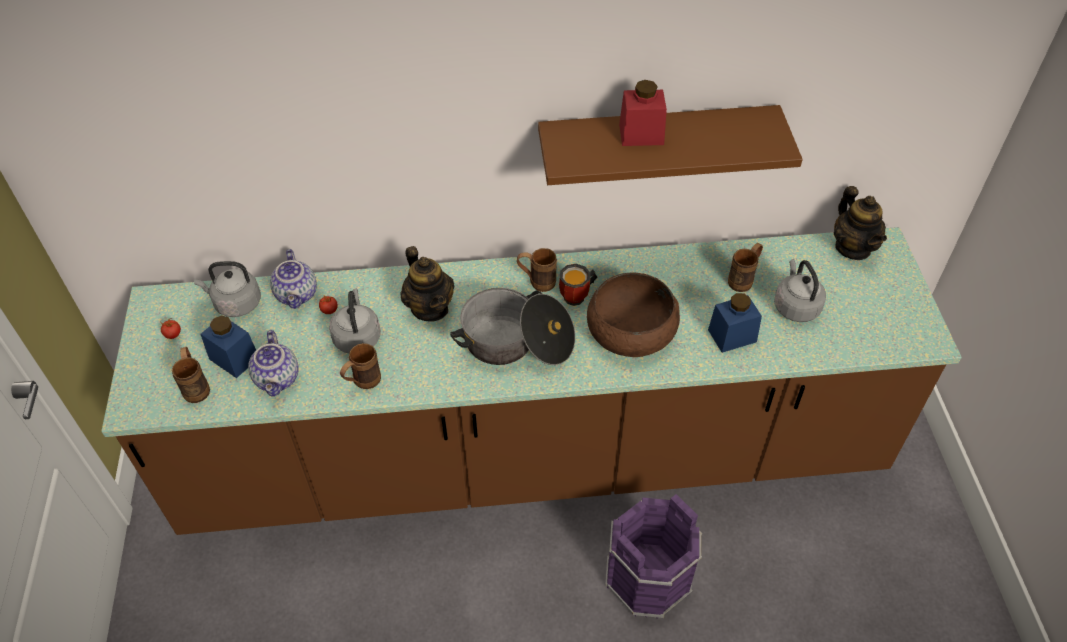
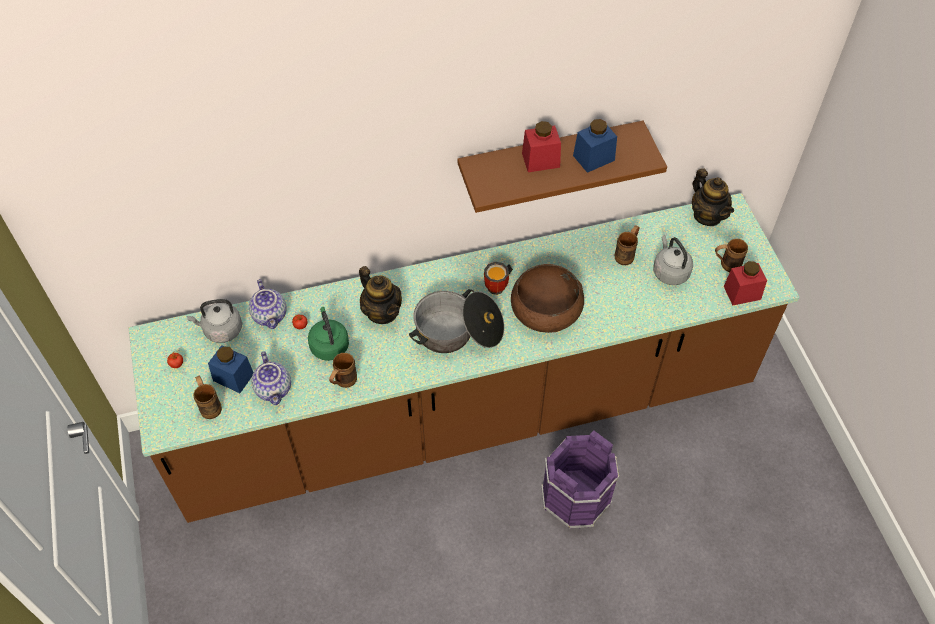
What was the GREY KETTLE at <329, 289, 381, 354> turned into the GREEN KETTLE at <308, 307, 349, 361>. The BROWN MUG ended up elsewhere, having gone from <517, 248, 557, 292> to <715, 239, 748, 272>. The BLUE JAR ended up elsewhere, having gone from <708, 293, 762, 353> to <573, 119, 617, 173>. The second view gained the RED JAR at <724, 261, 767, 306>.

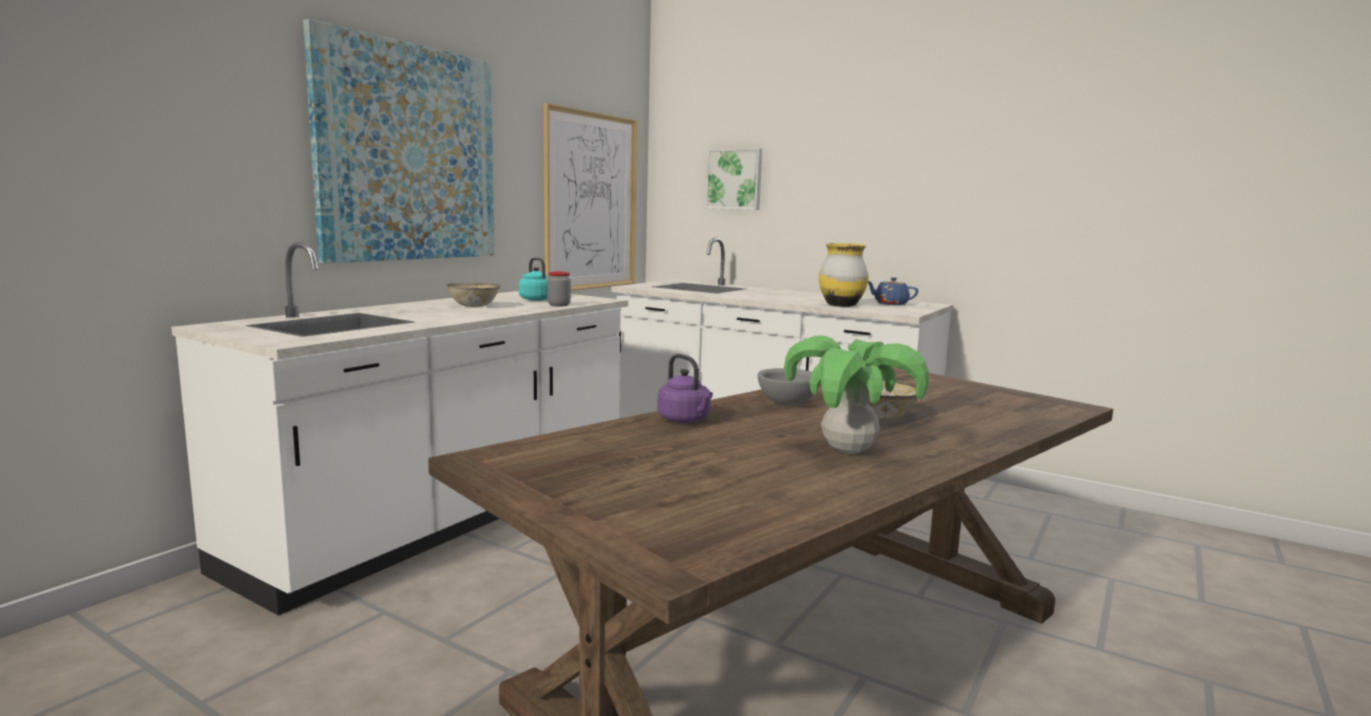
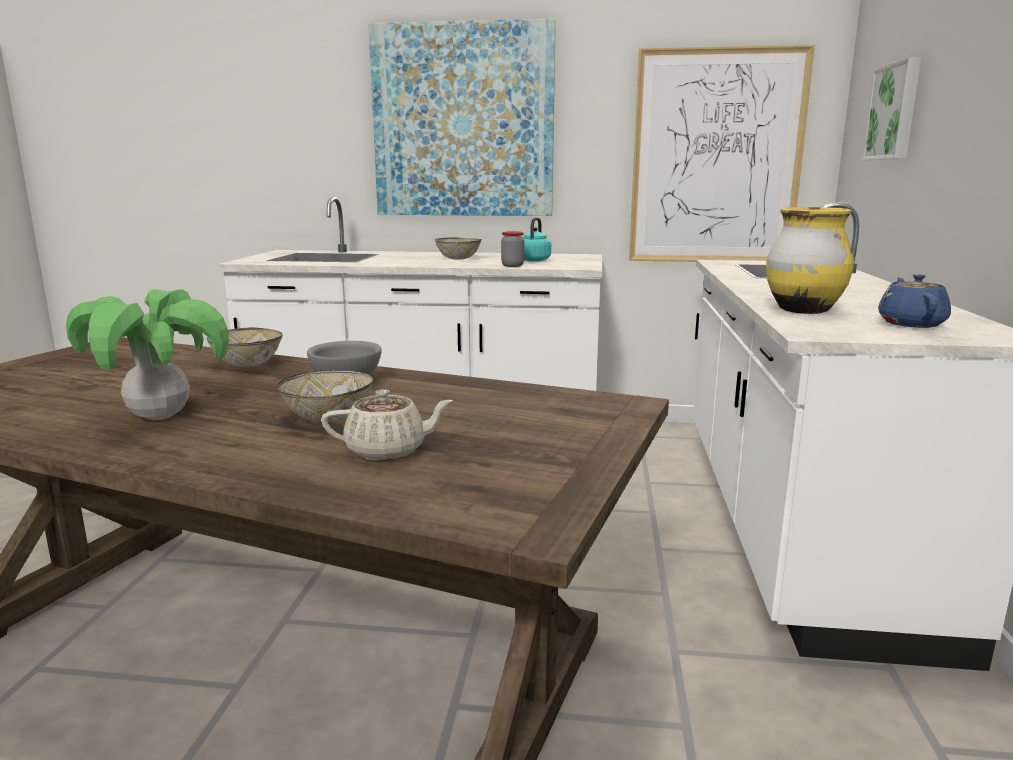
Where the PURPLE KETTLE stood at <657, 354, 713, 423>, the BOWL came to stand at <206, 328, 283, 366>. The second view gained the BEIGE TEAPOT at <321, 389, 453, 461>.

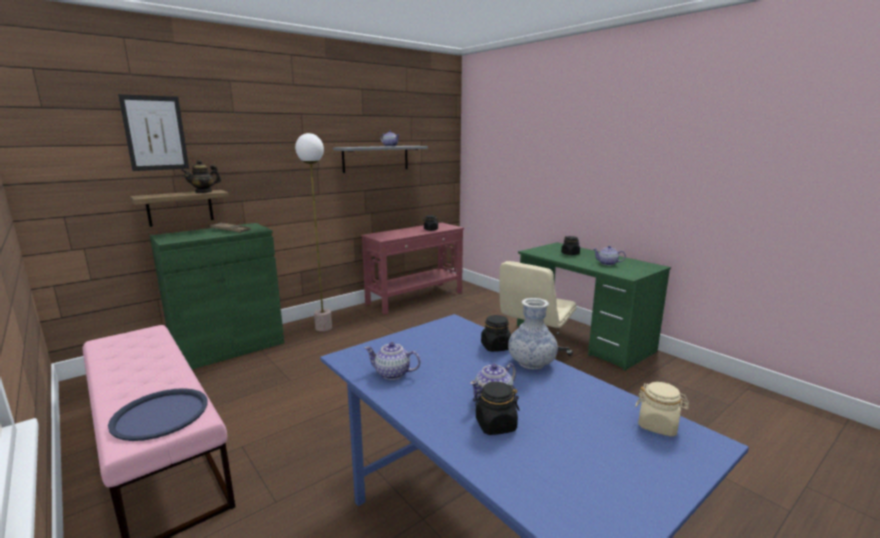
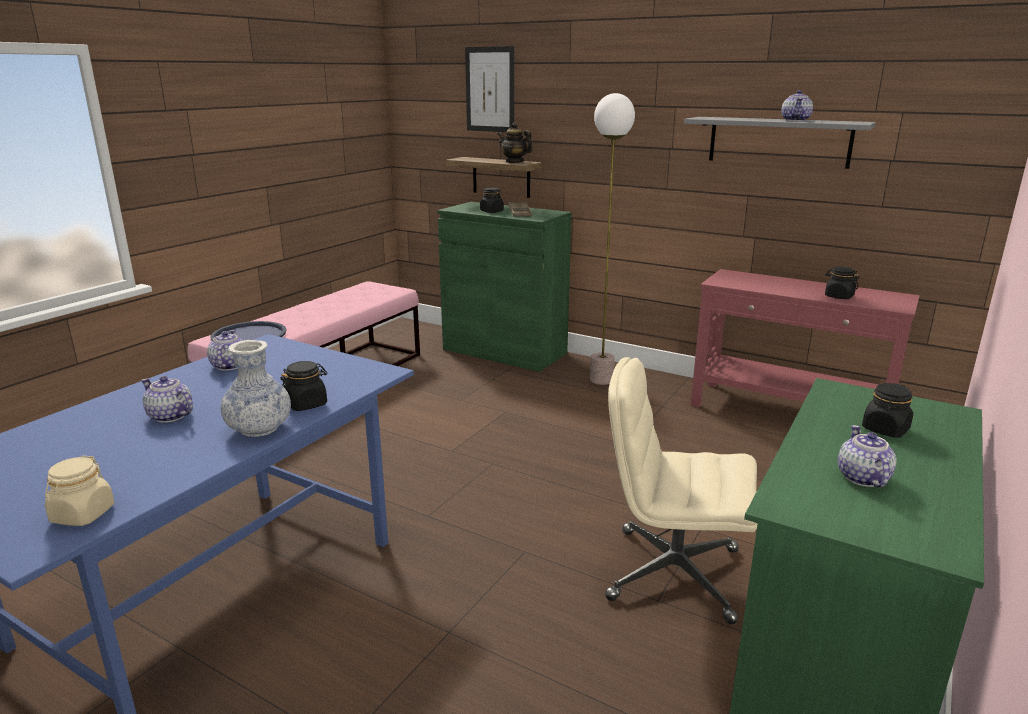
The BLACK JAR ended up elsewhere, having gone from <473, 382, 519, 435> to <480, 188, 504, 213>.

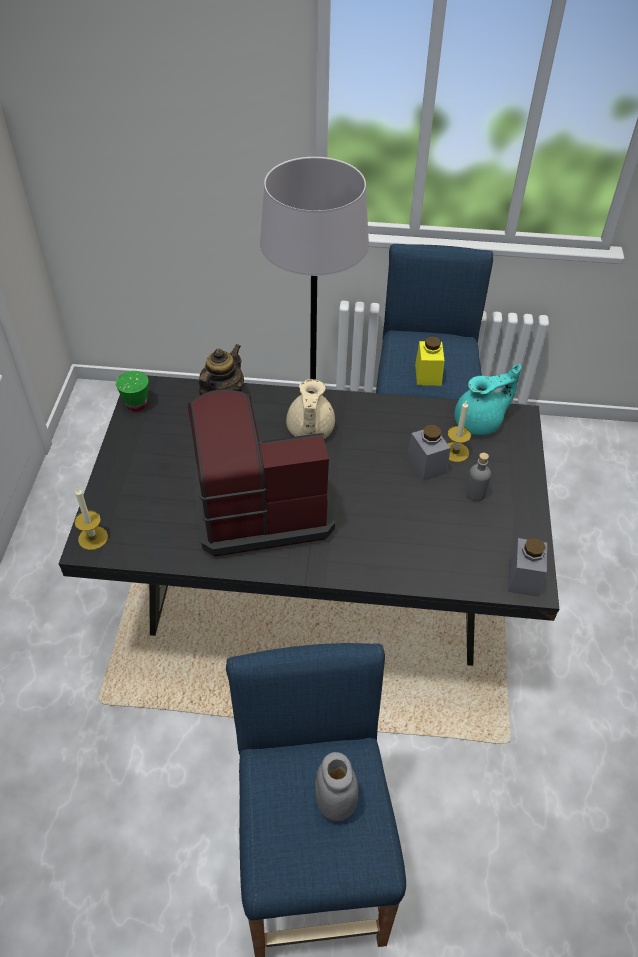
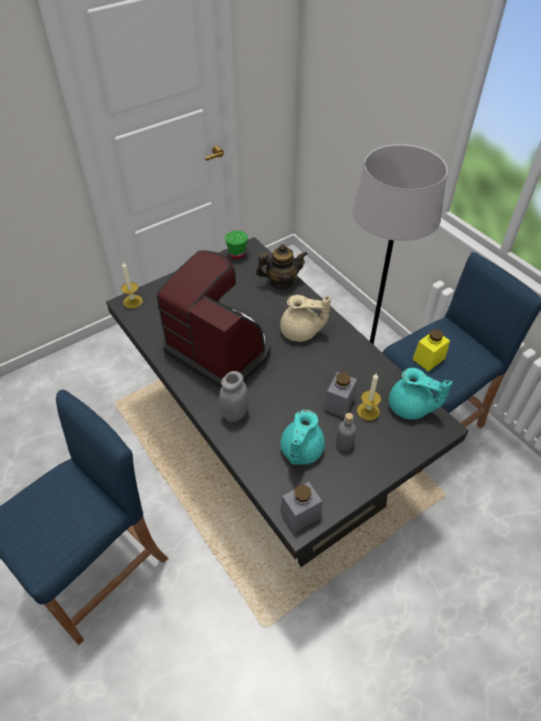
The BEIGE TEAPOT at <286, 379, 335, 439> ended up facing another way, 135 degrees counterclockwise from before. The GREY JAR ended up elsewhere, having gone from <315, 752, 358, 821> to <219, 371, 249, 423>. The second view gained the TURQUOISE TEAPOT at <280, 410, 325, 465>.

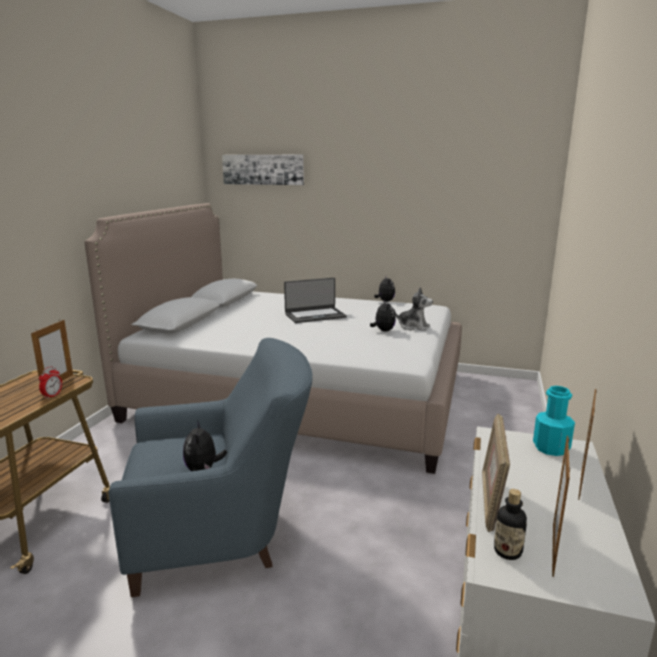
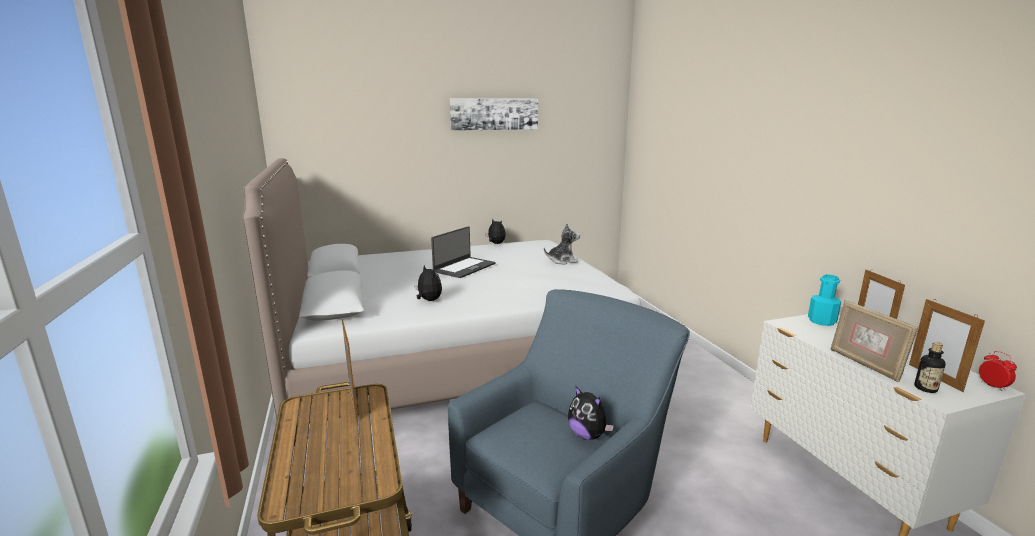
The ALARM CLOCK ended up elsewhere, having gone from <39, 366, 62, 399> to <979, 351, 1017, 391>. The PICTURE ended up elsewhere, having gone from <222, 155, 304, 185> to <450, 98, 538, 131>. The PLUSH TOY ended up elsewhere, having gone from <370, 300, 396, 331> to <415, 265, 442, 301>.

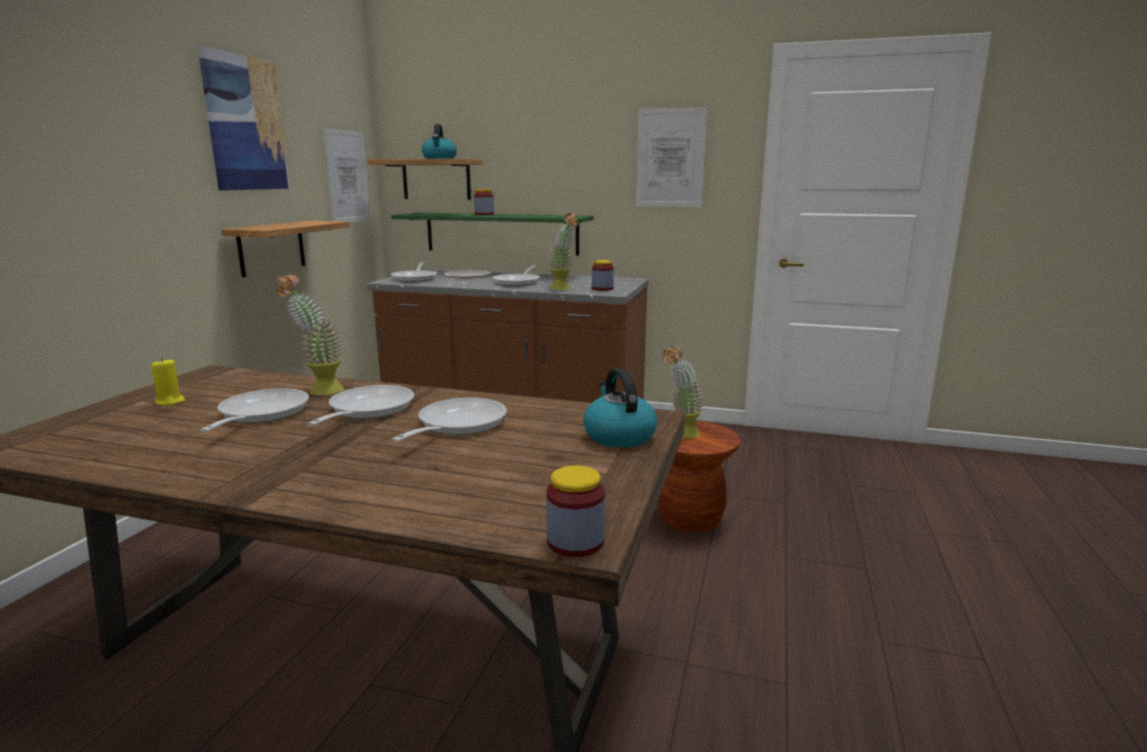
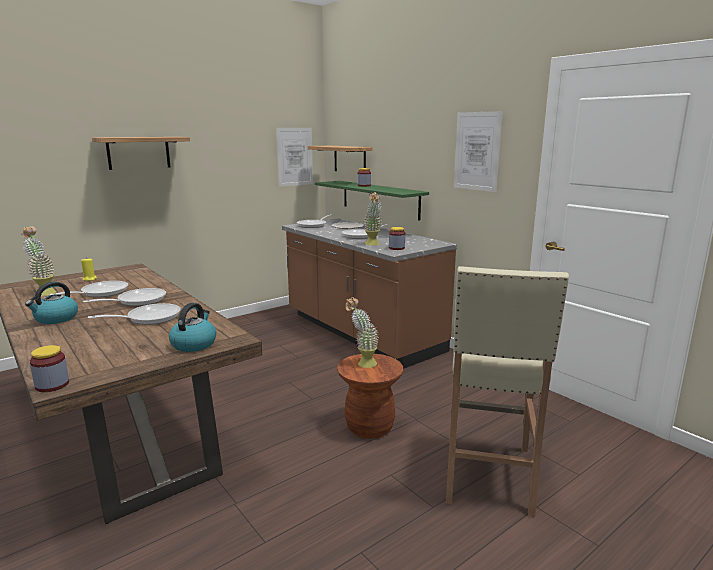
The second view lost the PICTURE at <197, 46, 290, 191>. The SHELF ended up elsewhere, having gone from <221, 221, 350, 277> to <92, 137, 190, 170>. The POTTED PLANT ended up elsewhere, having gone from <276, 274, 344, 395> to <21, 226, 56, 296>. The KETTLE ended up elsewhere, having gone from <422, 124, 457, 159> to <25, 282, 78, 324>. The second view gained the BEIGE STOOL at <446, 266, 569, 517>.

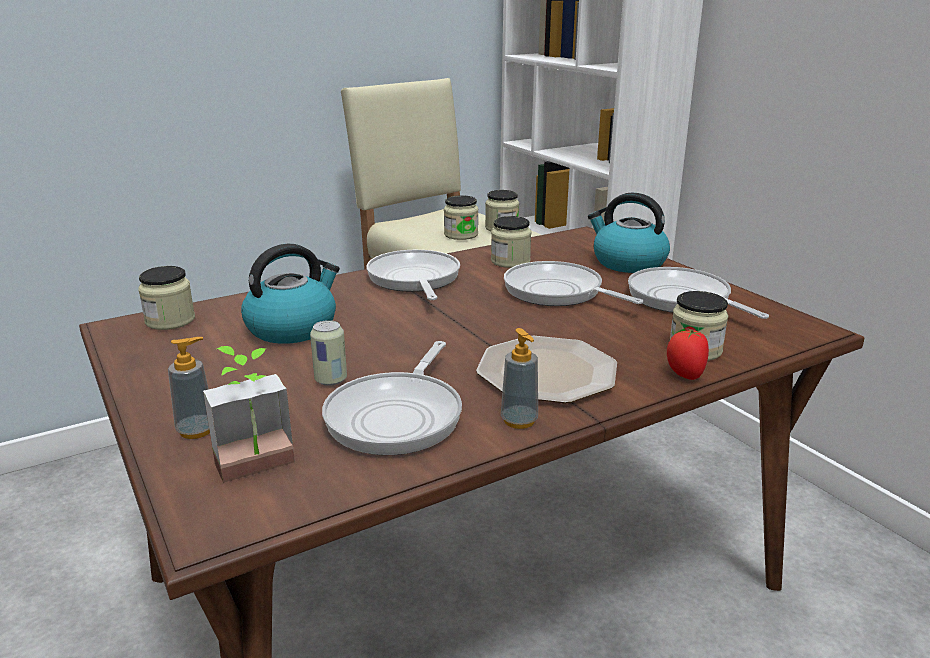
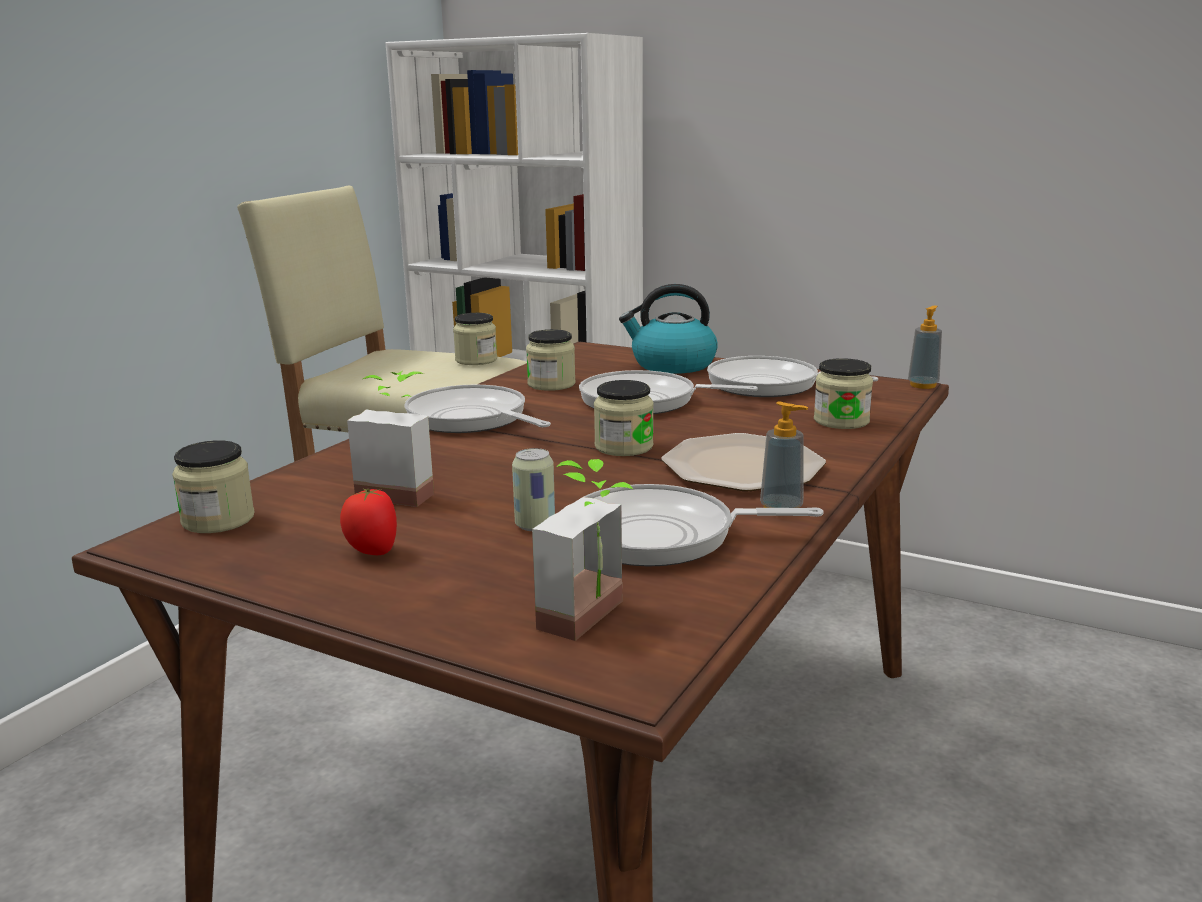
The SOAP DISPENSER ended up elsewhere, having gone from <168, 337, 210, 439> to <908, 306, 942, 389>. Where the KETTLE stood at <241, 244, 340, 344>, the POTTED PLANT came to stand at <347, 371, 434, 507>. The FRYING PAN at <322, 341, 462, 455> ended up facing another way, 105 degrees clockwise from before. The JAR ended up elsewhere, having gone from <444, 195, 478, 240> to <594, 380, 654, 456>. The TOMATO ended up elsewhere, having gone from <667, 328, 709, 380> to <340, 489, 397, 555>.

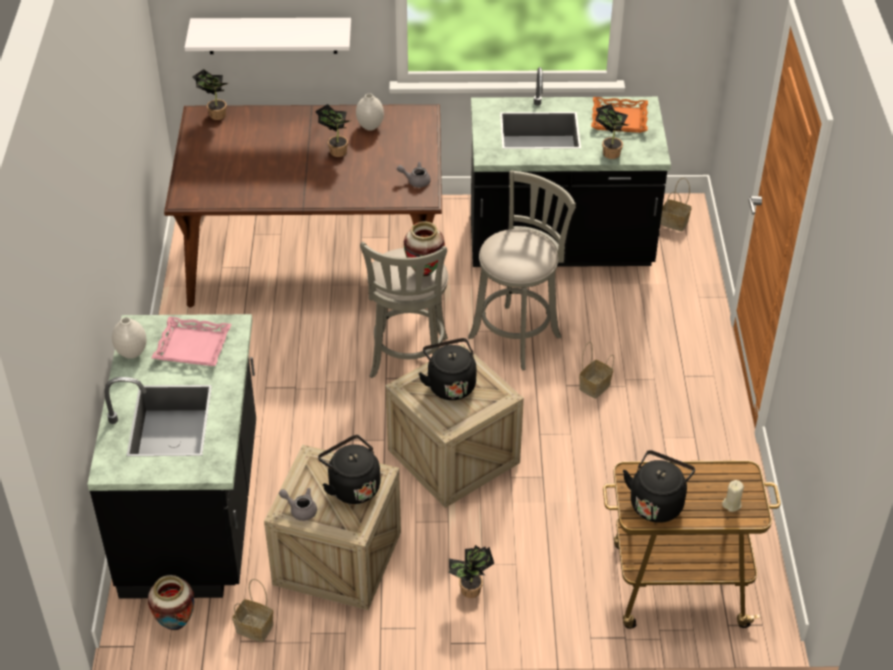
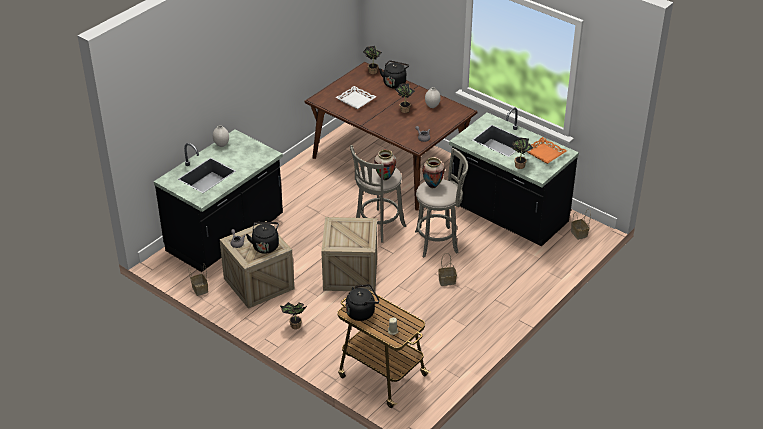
The VASE ended up elsewhere, having gone from <148, 575, 194, 630> to <422, 157, 445, 188>. The second view lost the PINK TRAY at <152, 317, 231, 366>. The second view lost the WHITE SHELF at <184, 18, 351, 54>. The BLACK KETTLE ended up elsewhere, having gone from <418, 338, 477, 400> to <379, 60, 409, 88>. The second view gained the WHITE TRAY at <336, 86, 376, 109>.

